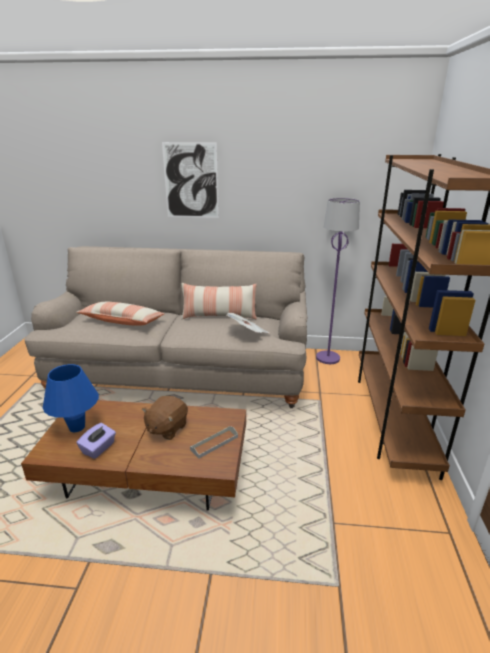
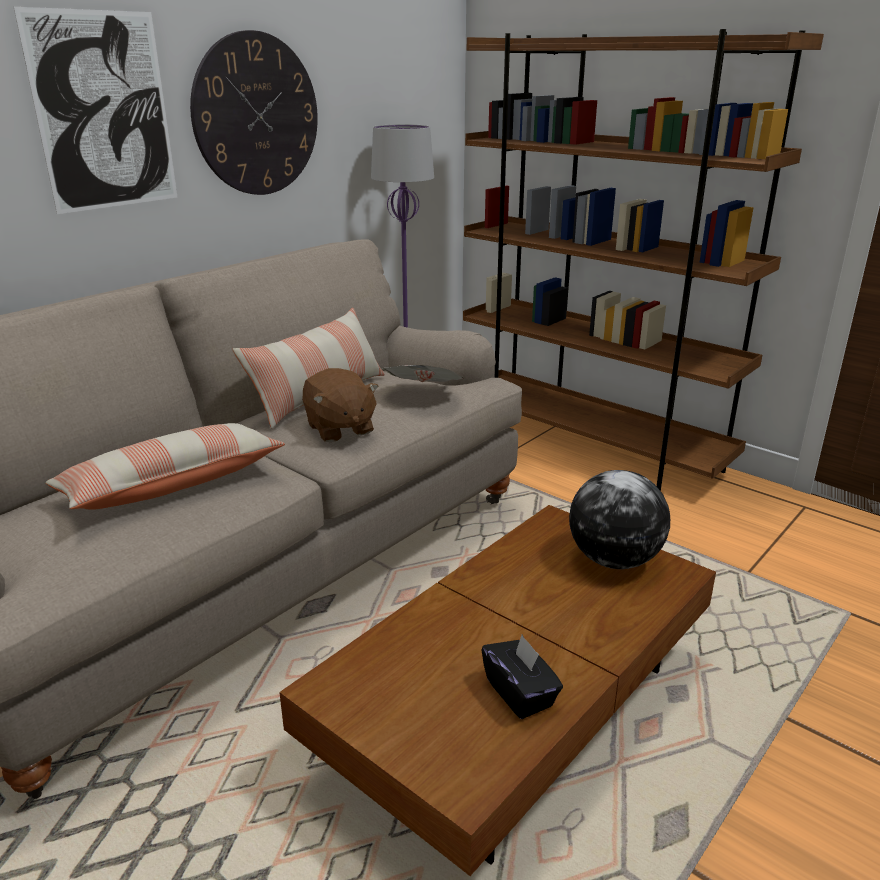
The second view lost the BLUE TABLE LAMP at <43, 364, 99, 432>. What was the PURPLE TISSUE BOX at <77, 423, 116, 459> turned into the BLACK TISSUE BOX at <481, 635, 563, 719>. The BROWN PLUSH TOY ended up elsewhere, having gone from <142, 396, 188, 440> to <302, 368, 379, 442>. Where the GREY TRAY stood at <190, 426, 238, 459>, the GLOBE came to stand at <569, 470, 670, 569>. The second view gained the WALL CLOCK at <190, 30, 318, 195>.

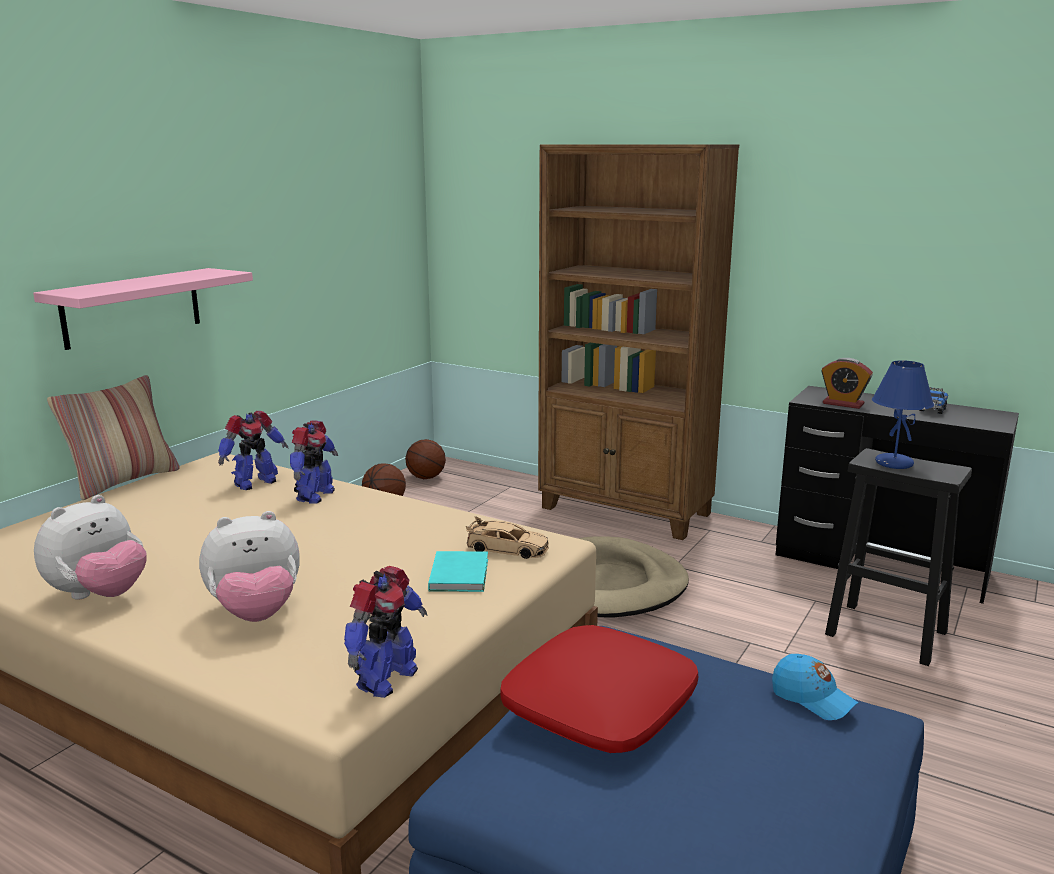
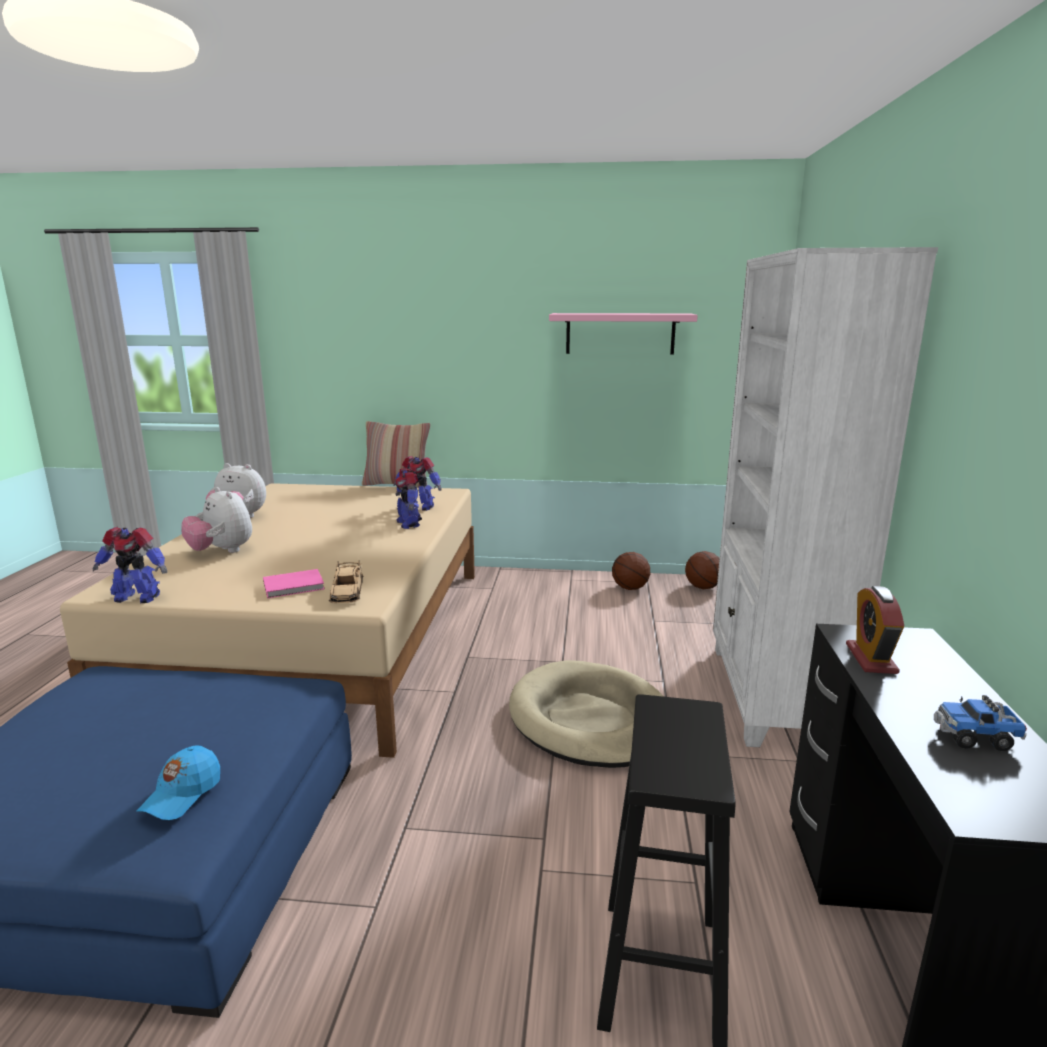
The PINK SHELF ended up elsewhere, having gone from <33, 268, 253, 350> to <549, 313, 698, 355>. The TOY ROBOT at <290, 420, 338, 504> ended up facing another way, 75 degrees clockwise from before. What was the TURQUOISE BOOK at <428, 551, 488, 592> turned into the PINK BOOK at <263, 569, 325, 598>. The second view lost the RED PILLOW at <501, 625, 698, 753>. What was the BROWN BOOKCASE at <538, 145, 739, 540> turned into the WHITE BOOKCASE at <713, 247, 938, 747>. The second view lost the BLUE TABLE LAMP at <872, 360, 934, 469>.

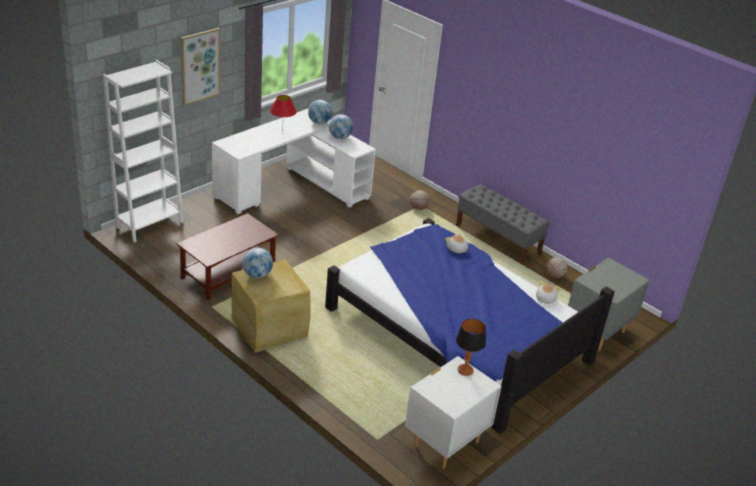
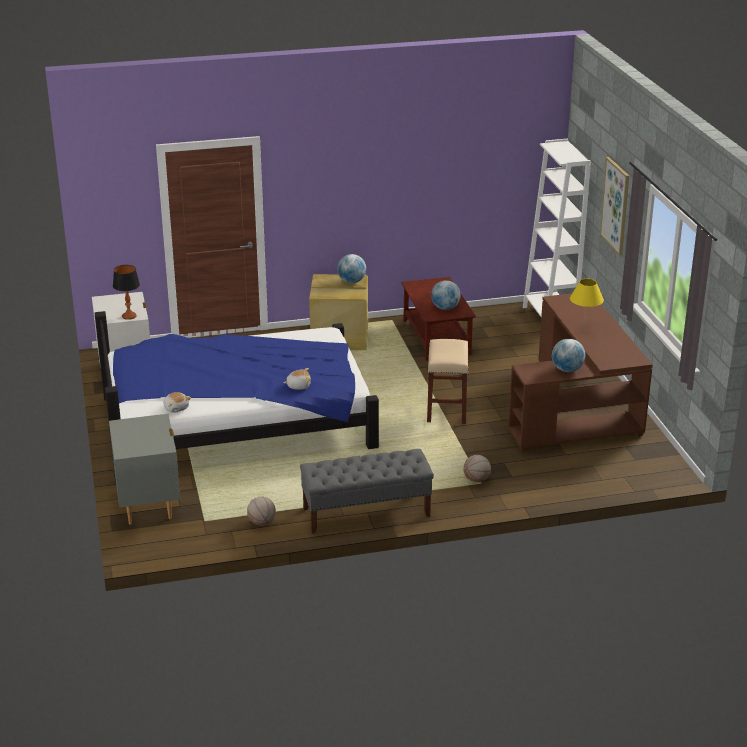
What was the WHITE DESK at <212, 108, 376, 214> turned into the BROWN DESK at <508, 294, 653, 452>. What was the RED TABLE LAMP at <270, 95, 297, 136> turned into the YELLOW TABLE LAMP at <570, 279, 604, 329>. The GLOBE ended up elsewhere, having gone from <308, 100, 332, 124> to <431, 280, 461, 310>. The second view gained the BEIGE STOOL at <427, 339, 468, 424>.

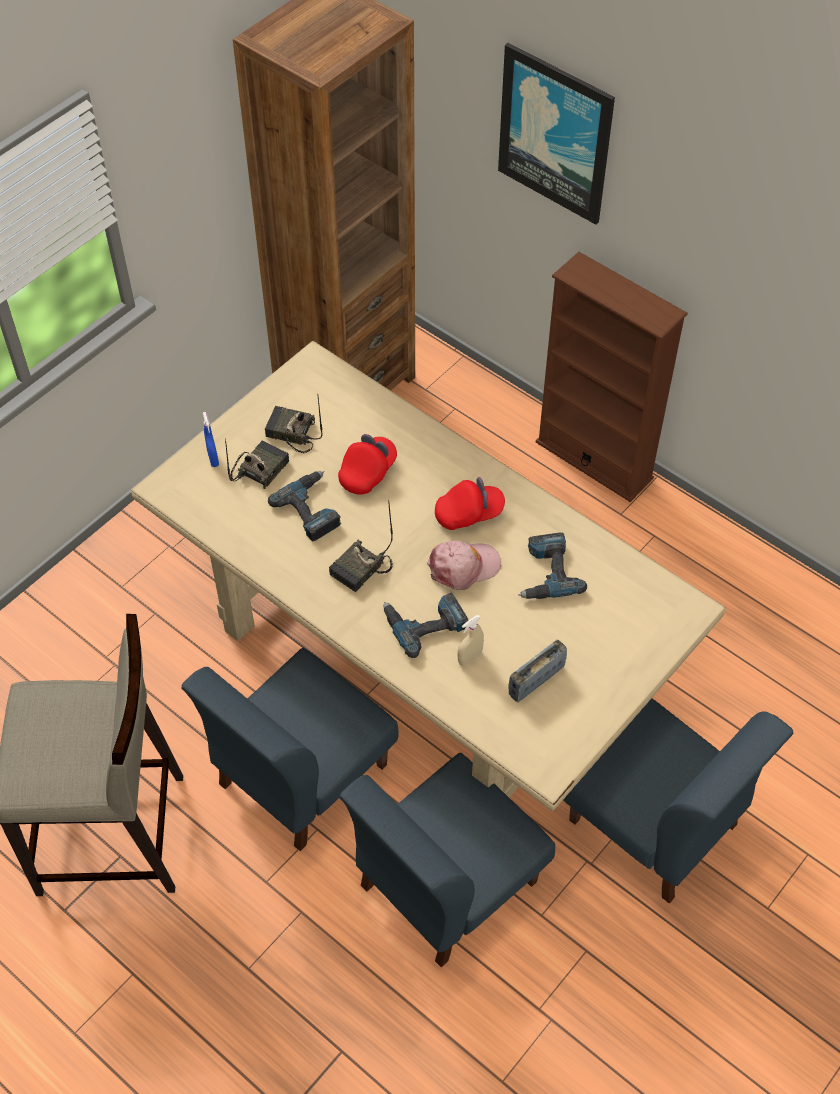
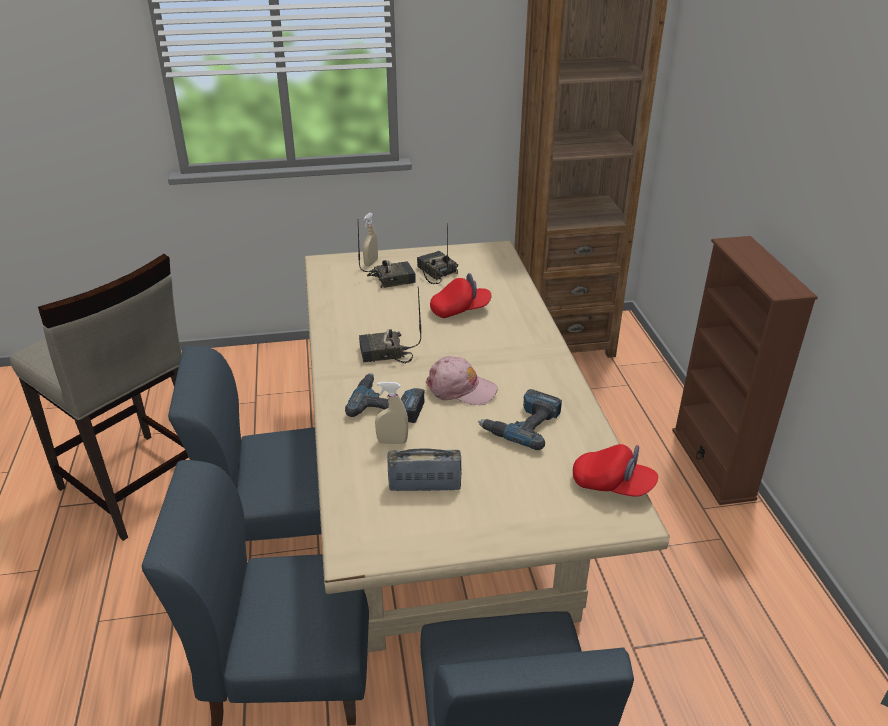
What was the BLUE SPRAY BOTTLE at <203, 412, 219, 467> turned into the BEIGE SPRAY BOTTLE at <363, 213, 378, 266>. The second view lost the POWER DRILL at <268, 471, 341, 542>. The RED CAP ended up elsewhere, having gone from <435, 477, 505, 530> to <573, 444, 658, 497>. The second view lost the PICTURE at <498, 43, 615, 225>.

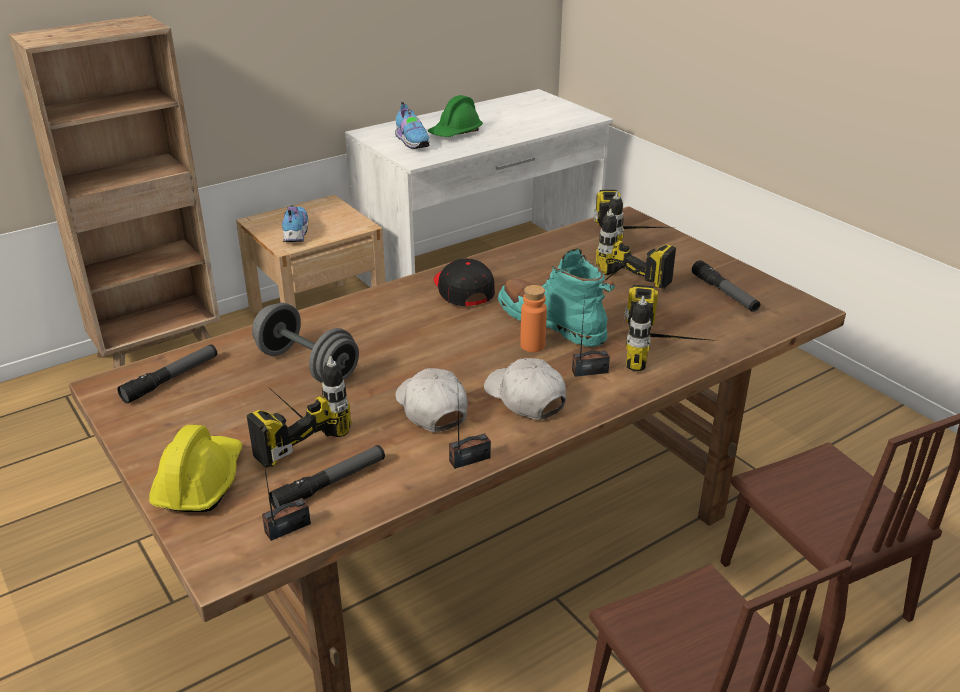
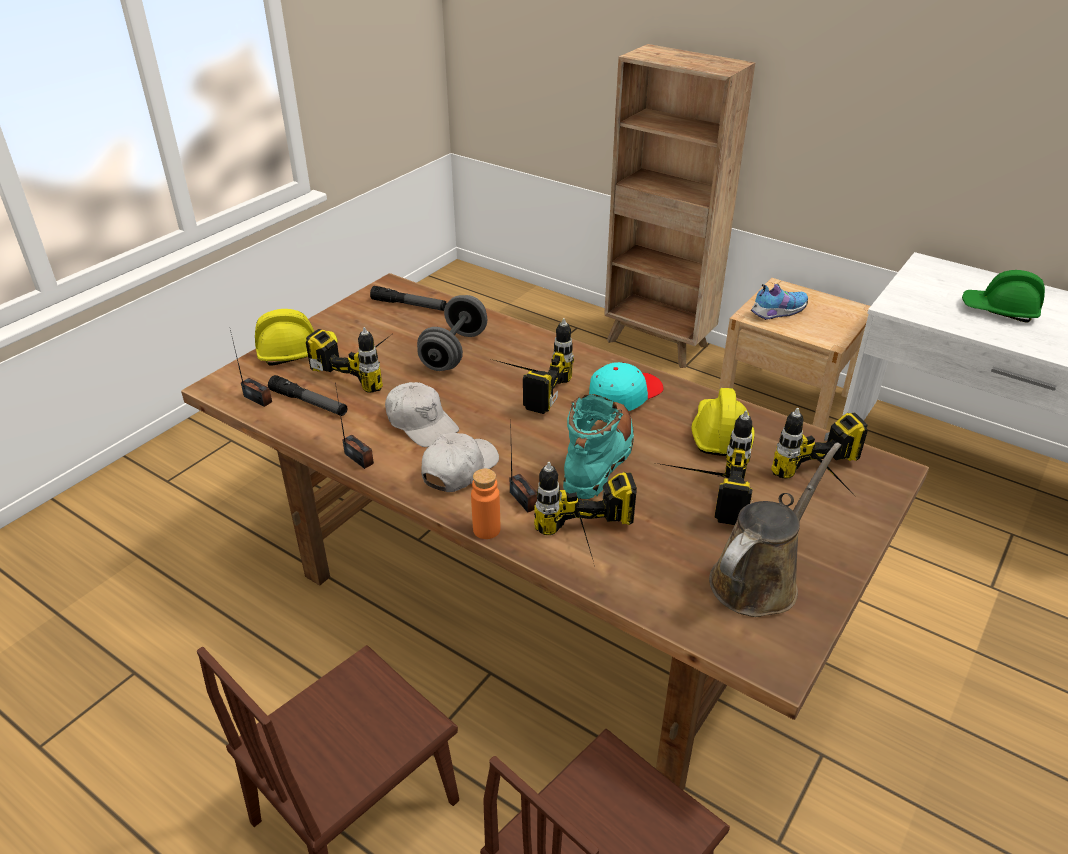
The second view lost the SHOE at <395, 102, 430, 149>. The WHITE CAP at <395, 368, 468, 432> ended up facing another way, 90 degrees clockwise from before. What was the BLACK CAP at <434, 259, 495, 306> turned into the TURQUOISE CAP at <589, 362, 663, 411>. The ORANGE BOTTLE ended up elsewhere, having gone from <520, 285, 547, 352> to <471, 469, 500, 539>. Where the FLASHLIGHT stood at <692, 260, 760, 312>, the BROWN WATERING CAN came to stand at <709, 443, 841, 617>. The second view gained the POWER DRILL at <494, 318, 574, 414>. The second view gained the YELLOW HARD HAT at <691, 388, 755, 456>.

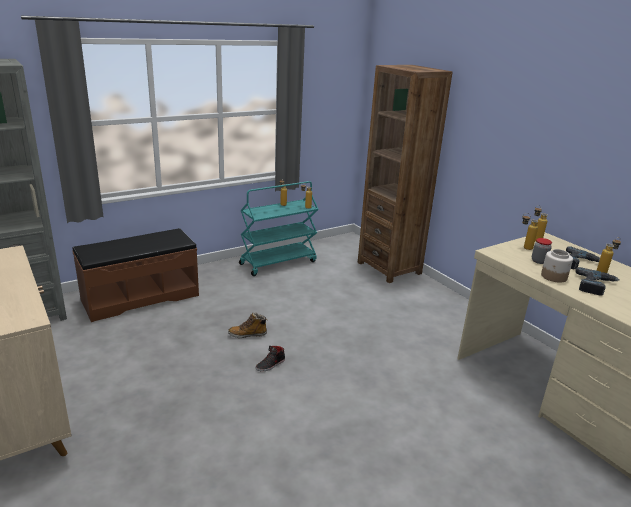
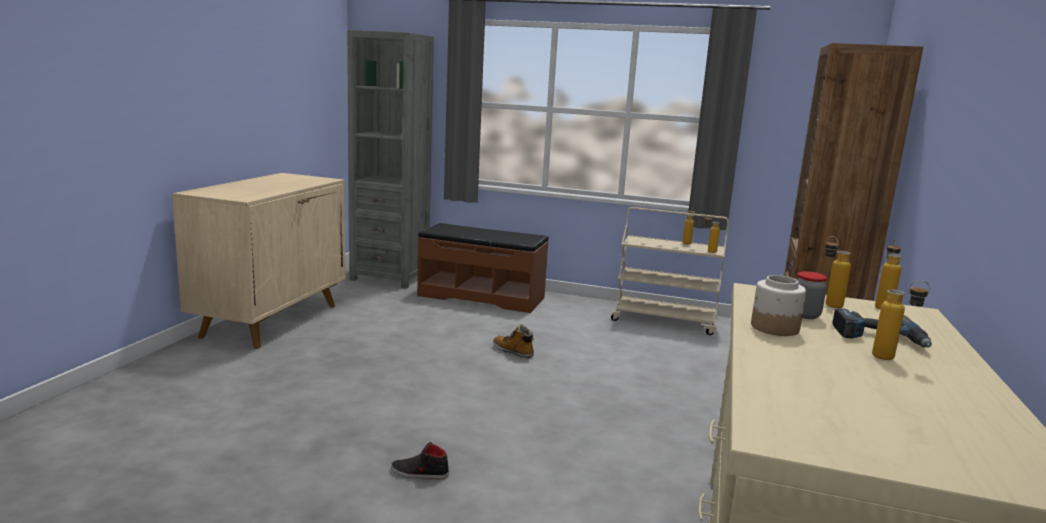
What was the TURQUOISE CART at <239, 181, 319, 276> turned into the BEIGE CART at <611, 207, 729, 335>. The BLACK SHOE ended up elsewhere, having gone from <256, 346, 285, 371> to <391, 442, 449, 479>. The second view lost the POWER DRILL at <575, 267, 619, 296>.

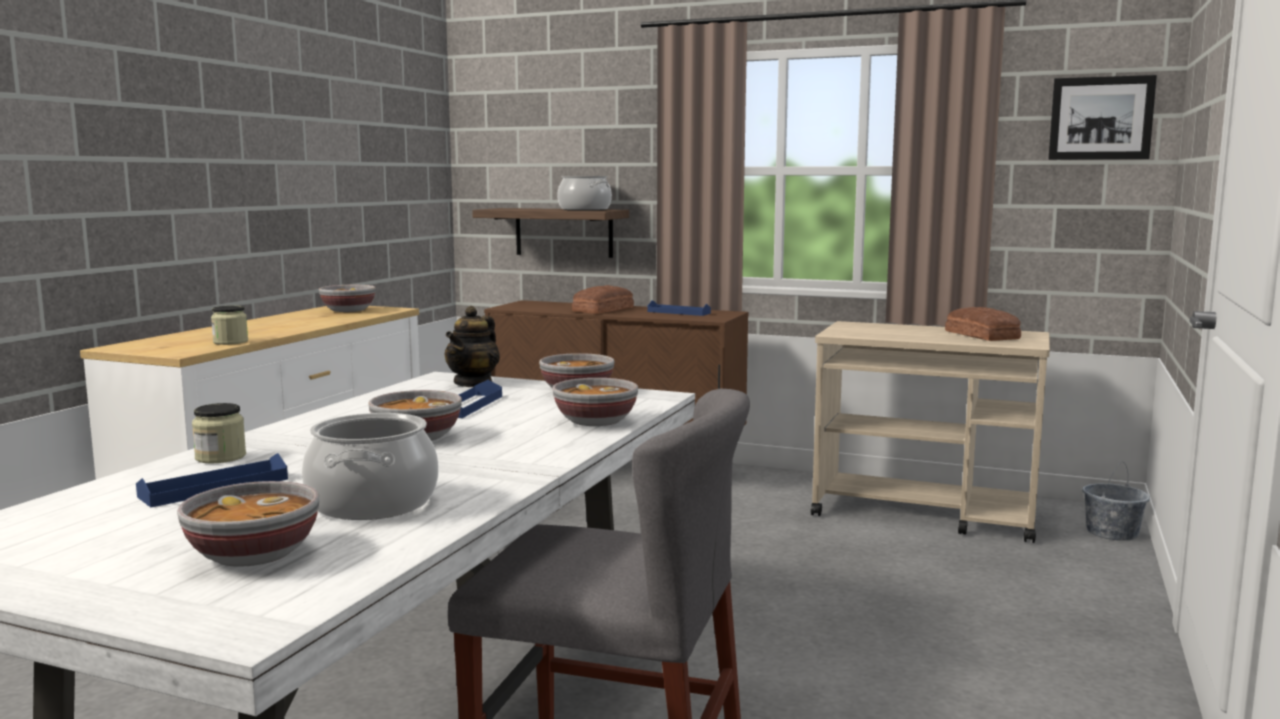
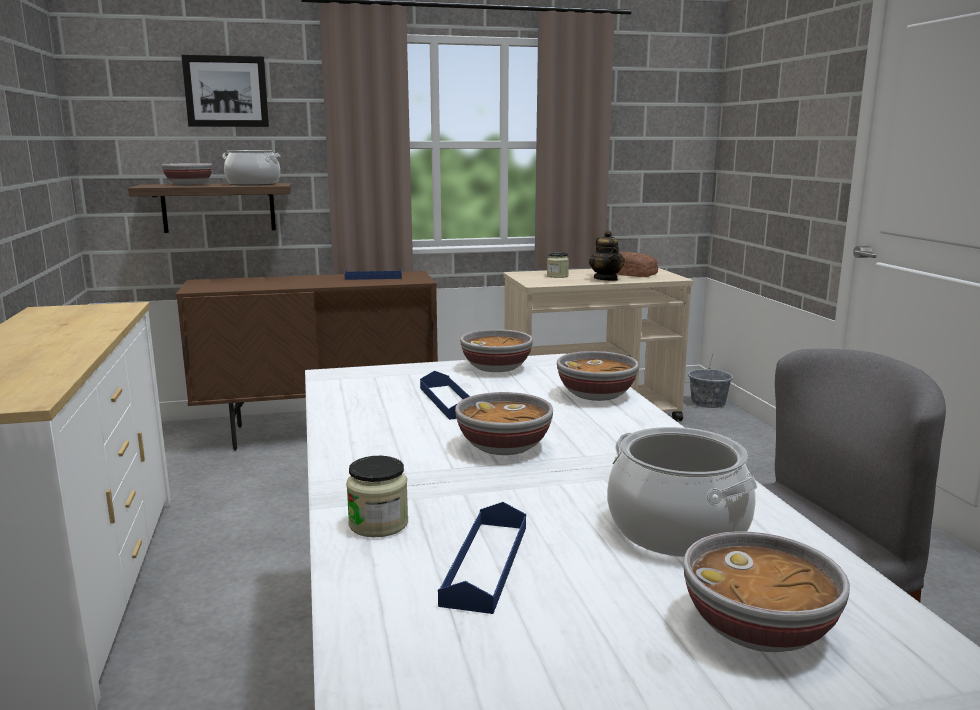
The JAR ended up elsewhere, having gone from <211, 306, 248, 345> to <547, 252, 569, 278>. The BOWL ended up elsewhere, having gone from <319, 285, 376, 312> to <162, 163, 213, 185>. The TEAPOT ended up elsewhere, having gone from <445, 306, 500, 387> to <589, 230, 625, 281>. The second view lost the BREAD at <572, 285, 634, 314>. The PICTURE ended up elsewhere, having gone from <1048, 75, 1157, 160> to <181, 55, 269, 127>.

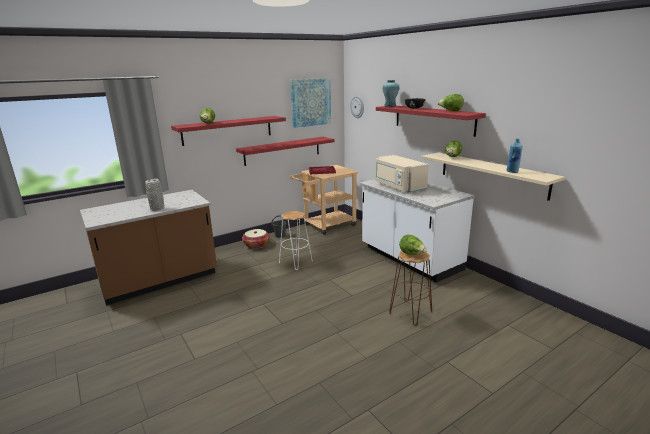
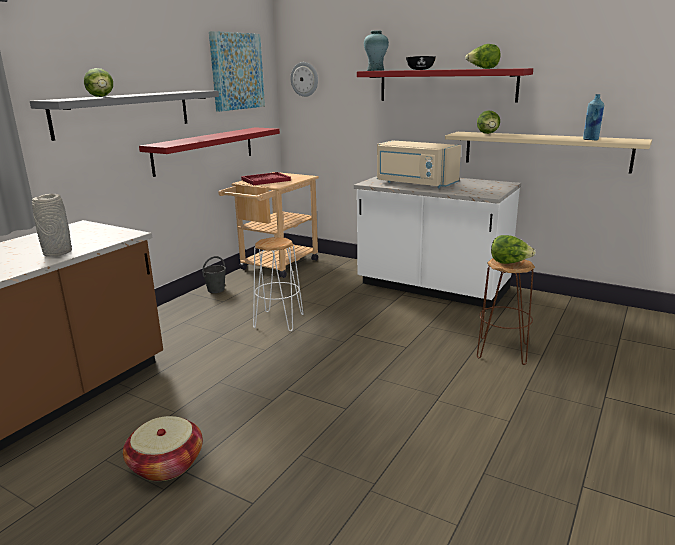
What was the RED SHELF at <171, 116, 286, 146> turned into the GREY SHELF at <30, 91, 219, 141>. The BASKET ended up elsewhere, having gone from <242, 229, 270, 249> to <123, 416, 203, 481>.

